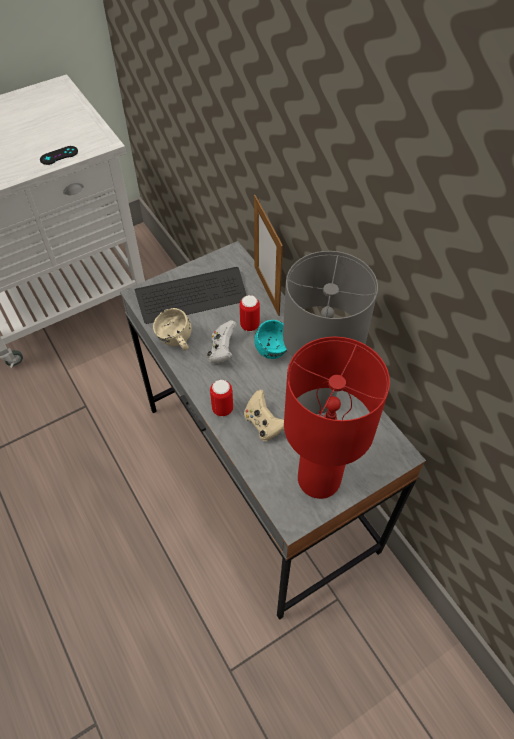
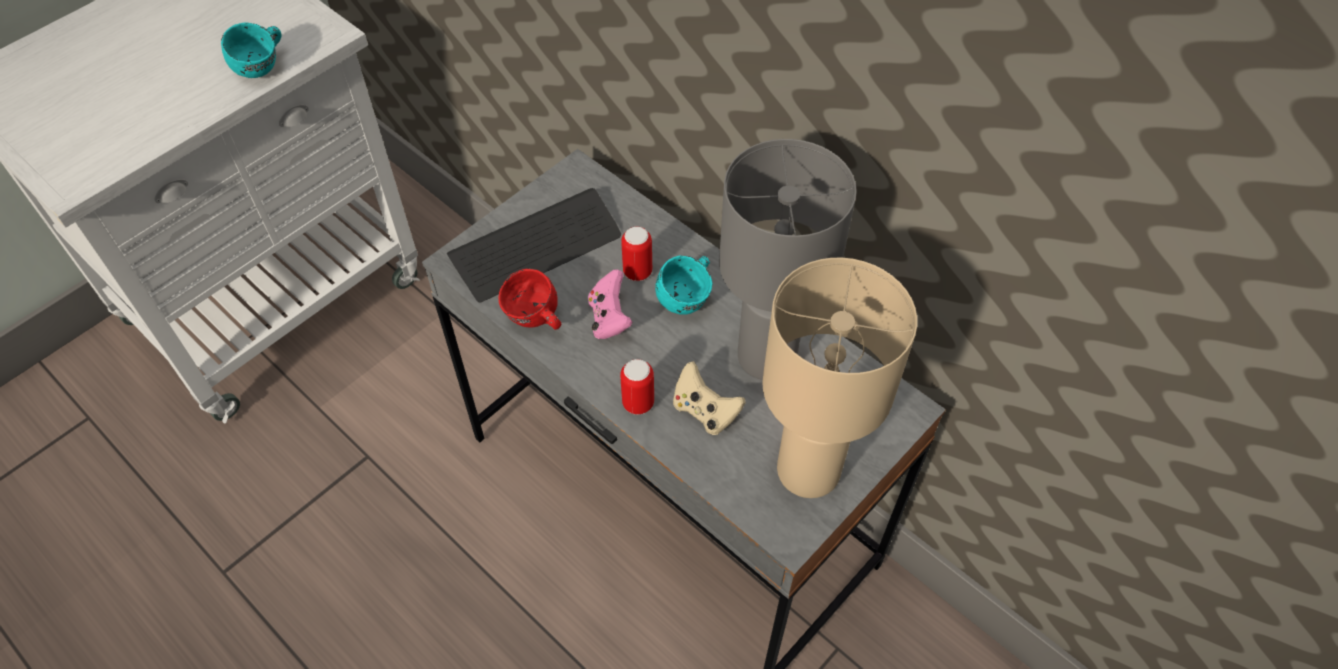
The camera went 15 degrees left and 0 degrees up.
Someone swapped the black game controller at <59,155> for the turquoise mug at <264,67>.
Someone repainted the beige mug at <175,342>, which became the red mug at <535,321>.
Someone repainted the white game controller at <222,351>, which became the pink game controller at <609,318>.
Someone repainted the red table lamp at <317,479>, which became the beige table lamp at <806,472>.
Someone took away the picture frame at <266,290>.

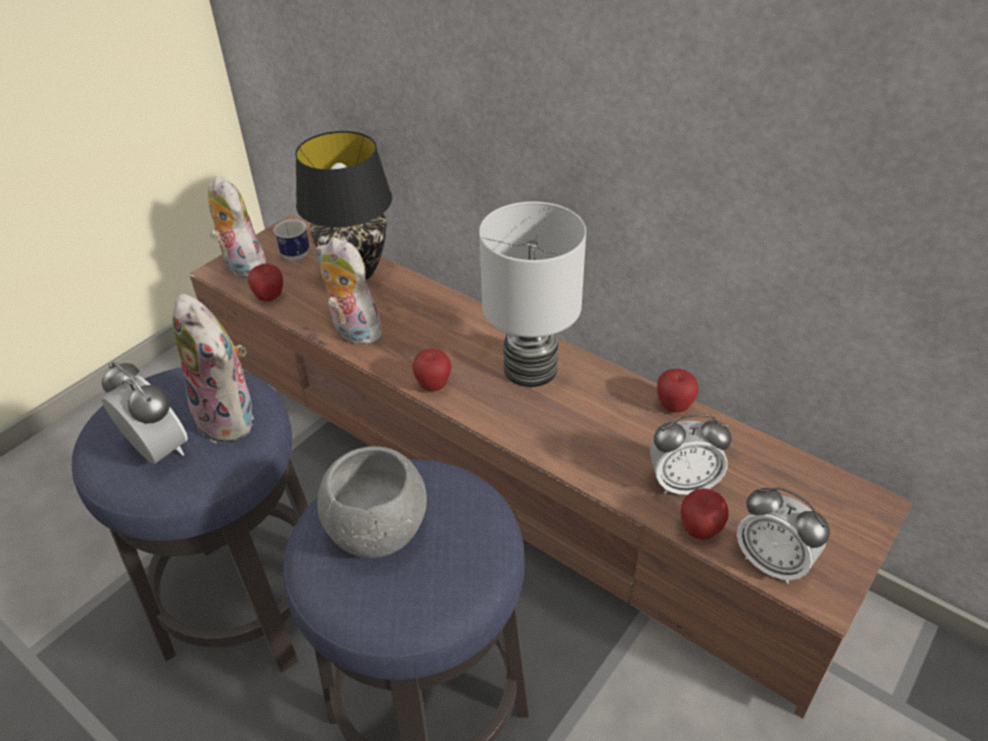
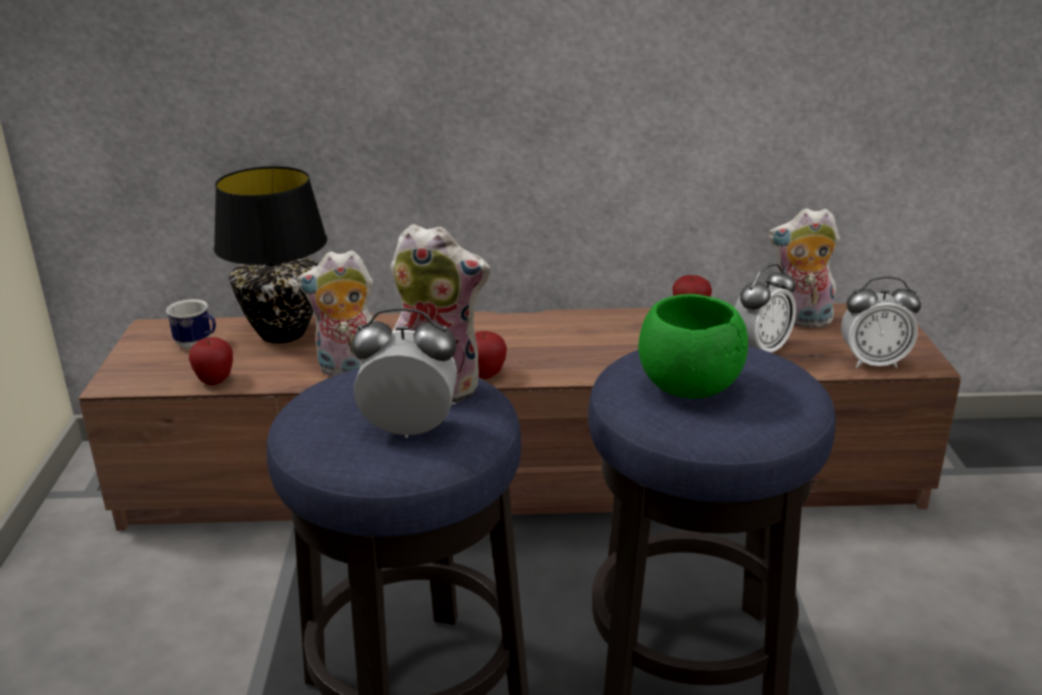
The camera went 40 degrees left and 15 degrees down.
Someone repainted the grey bowl at <379,530>, which became the green bowl at <689,386>.
Someone carried the plush toy from <242,266> to <799,321>.
Someone took away the grey table lamp at <530,369>.
Someone took away the apple at <700,530>.

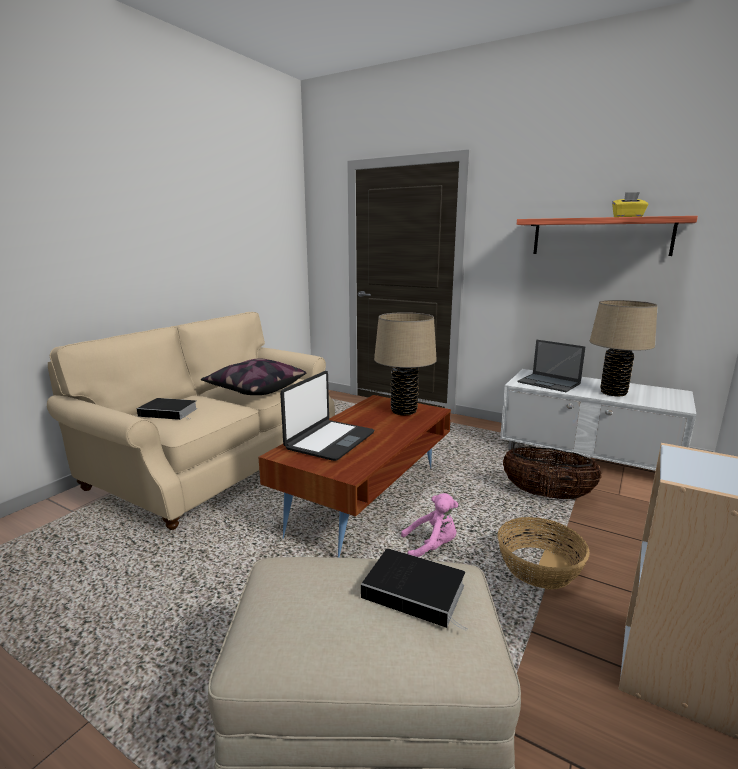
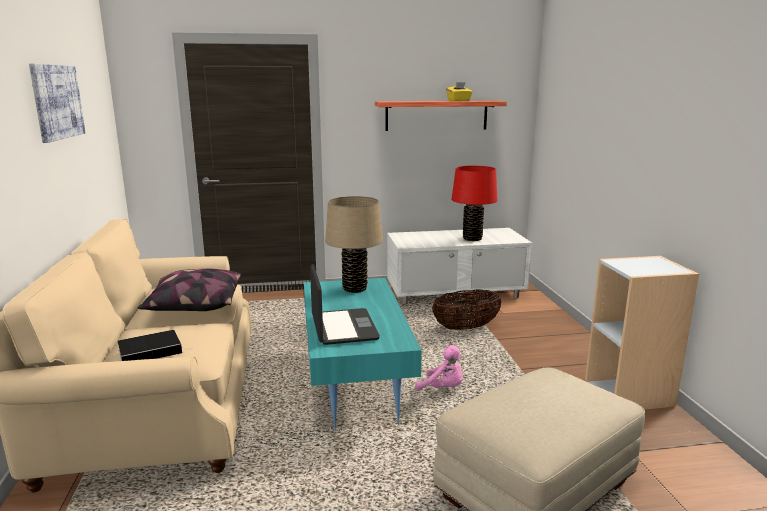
The camera went 40 degrees left and 0 degrees up.
Someone put up the picture at <57,102>.
Someone repainted the brown coffee table at <365,500>, which became the turquoise coffee table at <354,378>.
Someone rotated the pink plush toy at <431,546> by 75 degrees clockwise.
Someone repainted the beige table lamp at <613,393>, which became the red table lamp at <472,238>.
Someone took away the book at <417,591>.
Someone took away the basket at <539,567>.
Someone took away the laptop at <549,383>.

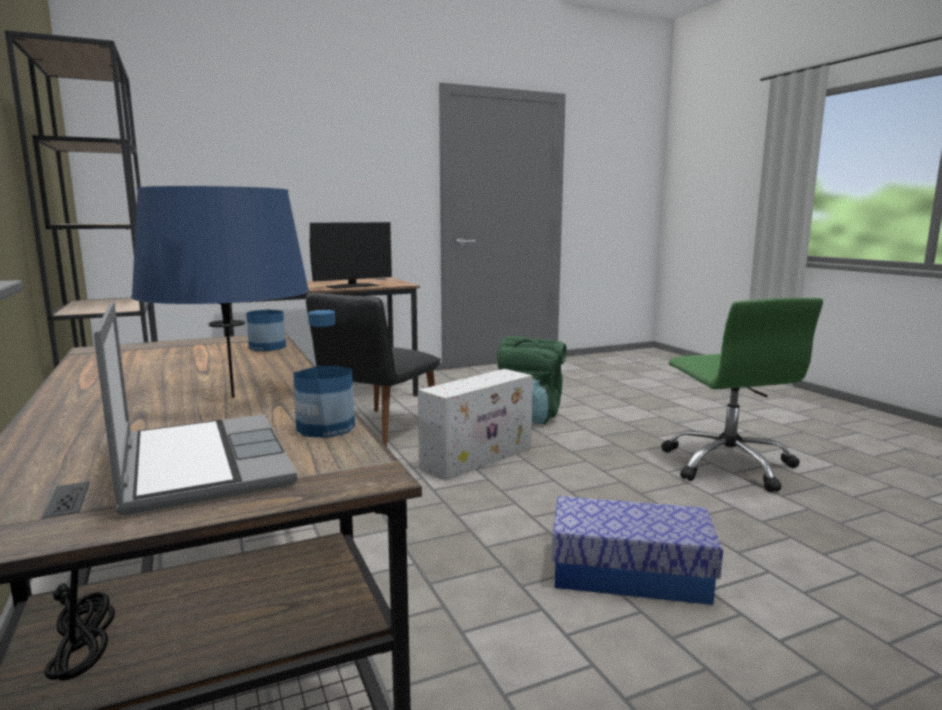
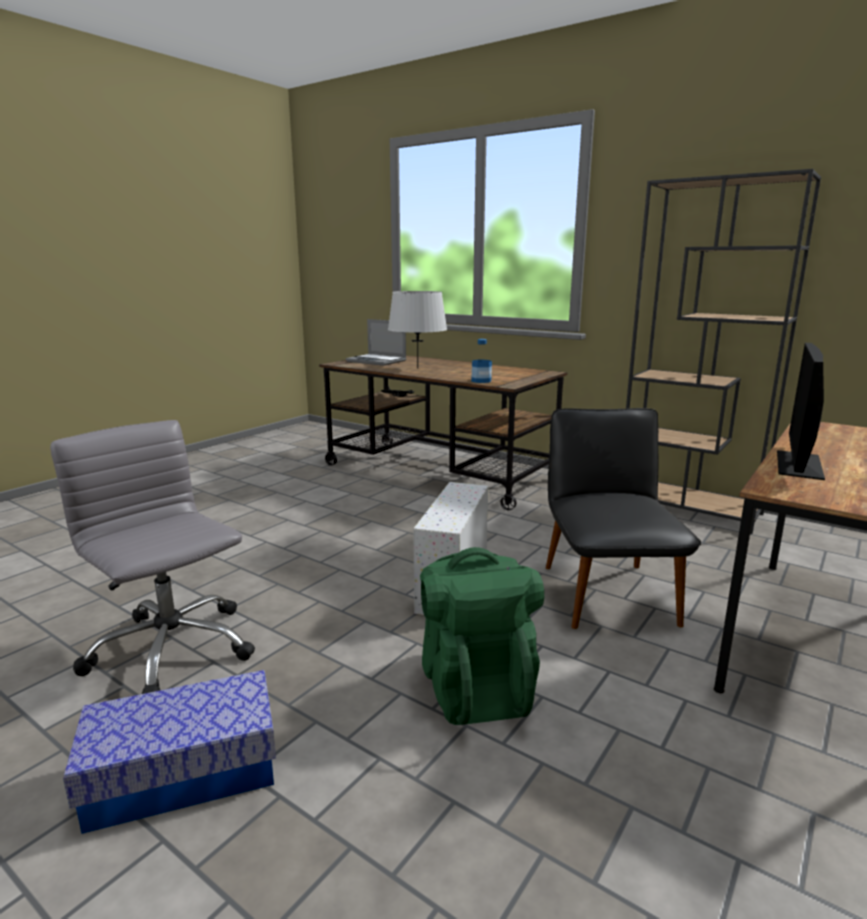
The camera went 150 degrees right and 5 degrees up.
Someone repainted the green office chair at <728,465>, which became the grey office chair at <171,649>.
Someone carried the storage box from <629,573> to <184,772>.
Someone repainted the blue table lamp at <234,397>, which became the grey table lamp at <417,368>.
Someone took away the bottle at <326,428>.

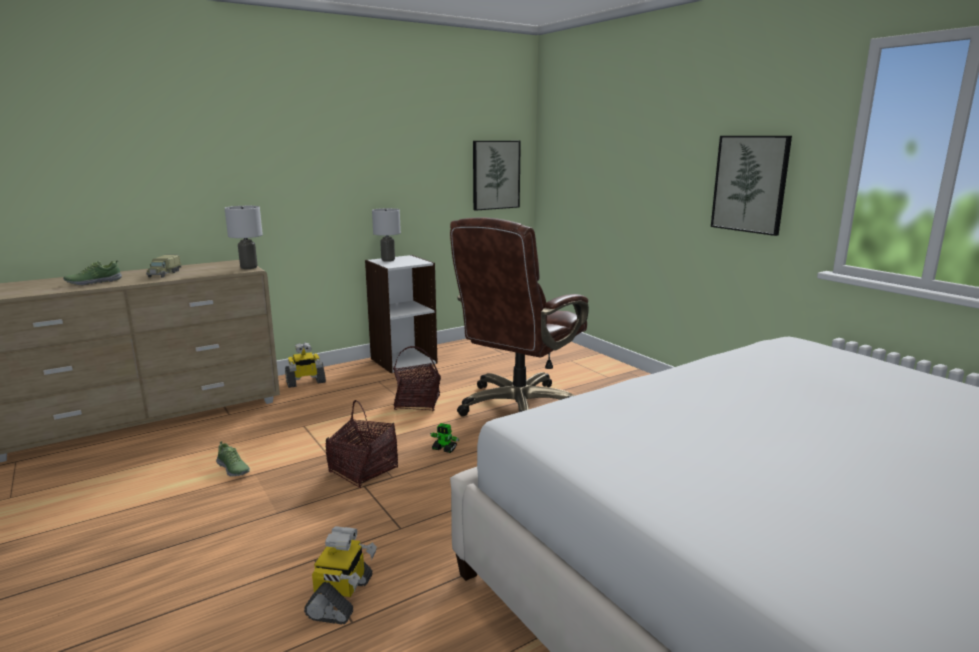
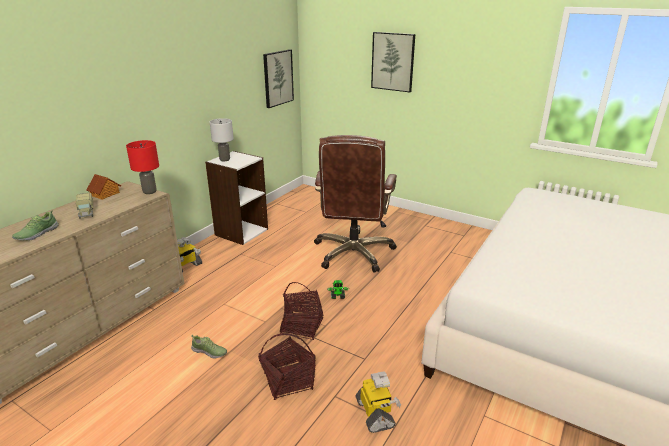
The camera went 25 degrees left and 10 degrees up.
Someone put down the toy house at <105,194>.
Someone repainted the white table lamp at <248,267>, which became the red table lamp at <149,192>.
Someone carried the basket from <417,403> to <288,381>.
Someone carried the picture from <750,184> to <393,61>.

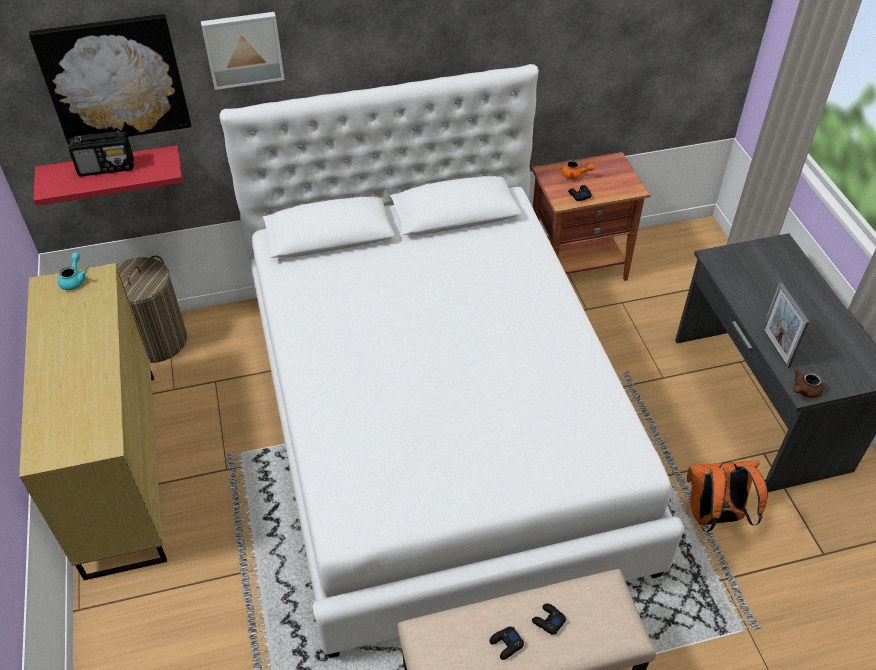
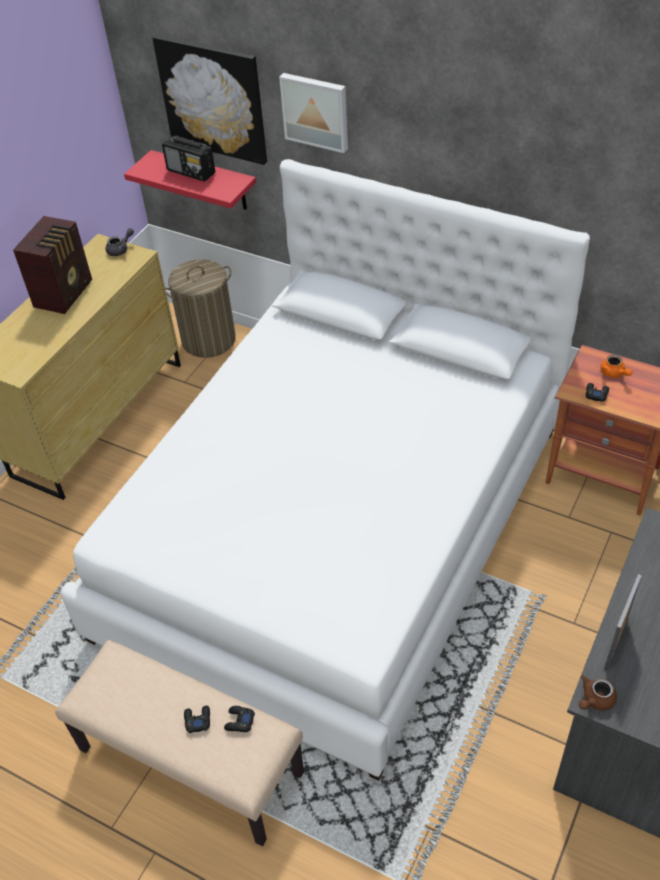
The camera went 45 degrees right and 0 degrees up.
Someone put down the radio at <65,293>.
Someone repainted the turquoise teapot at <74,279>, which became the grey teapot at <120,249>.
Someone carried the black game controller from <506,644> to <239,721>.
Someone rotated the brown teapot at <804,390> by 45 degrees counterclockwise.
Someone took away the orange backpack at <714,517>.

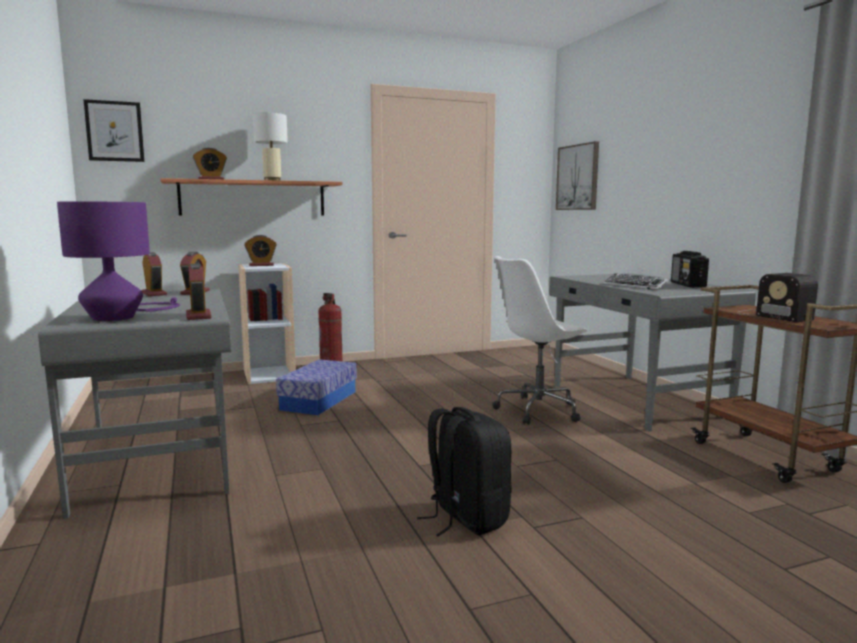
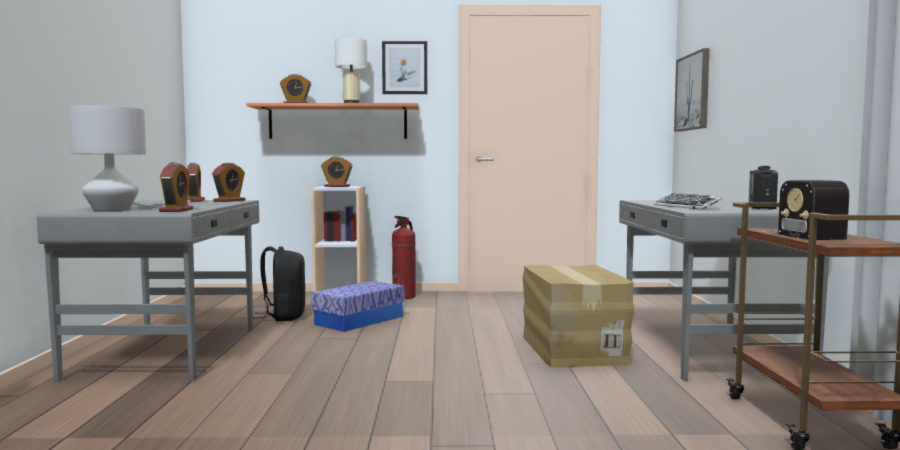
The camera went 20 degrees right and 5 degrees down.
Someone repainted the purple table lamp at <129,313>, which became the grey table lamp at <132,208>.
Someone carried the black backpack from <465,518> to <283,317>.
Someone carried the picture from <114,131> to <404,68>.
Someone swapped the white office chair at <536,411> for the cardboard box at <571,349>.

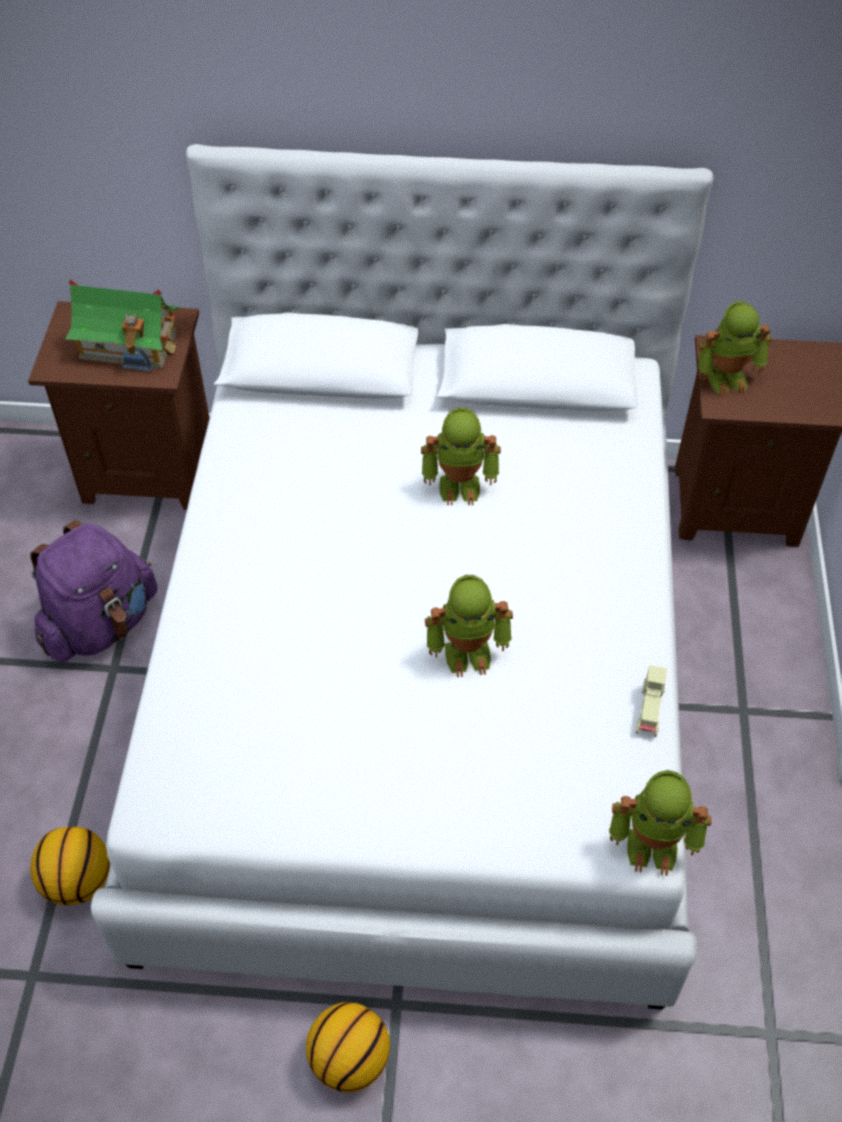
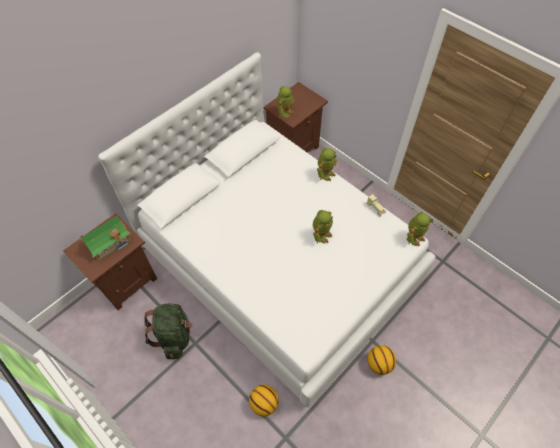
The camera went 50 degrees left and 5 degrees up.
Someone repainted the purple backpack at <101,624>, which became the green backpack at <174,336>.
Someone carried the toy robot from <460,485> to <325,173>.

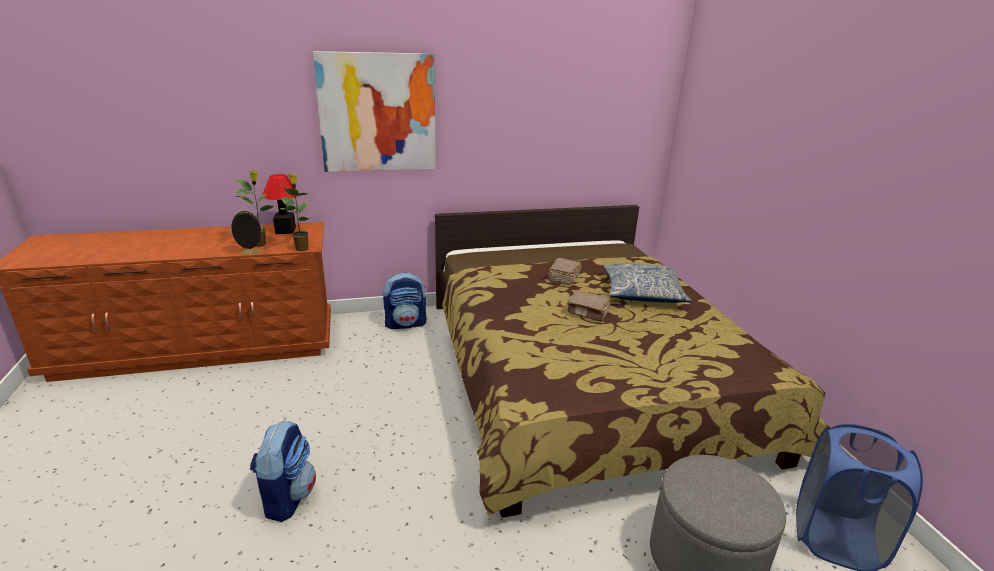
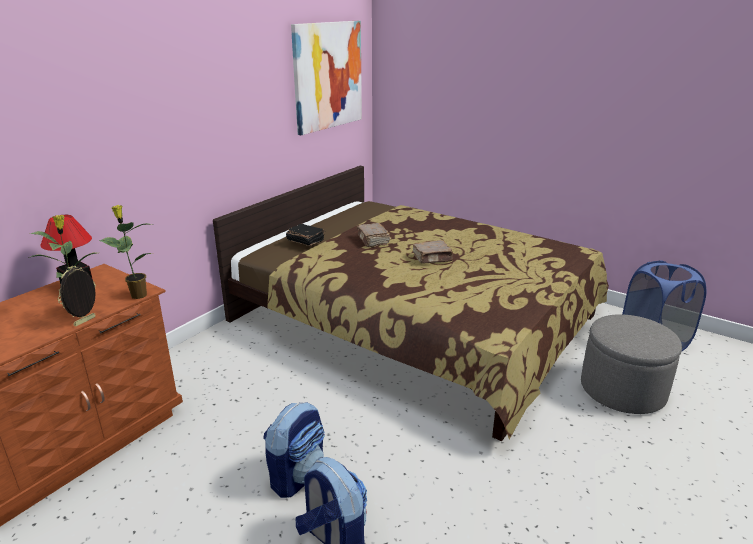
The camera went 40 degrees left and 0 degrees up.
Someone carried the backpack from <406,324> to <298,476>.
Someone put down the black book at <305,241>.
Someone carried the picture from <378,113> to <328,76>.
Someone took away the pillow at <642,293>.

